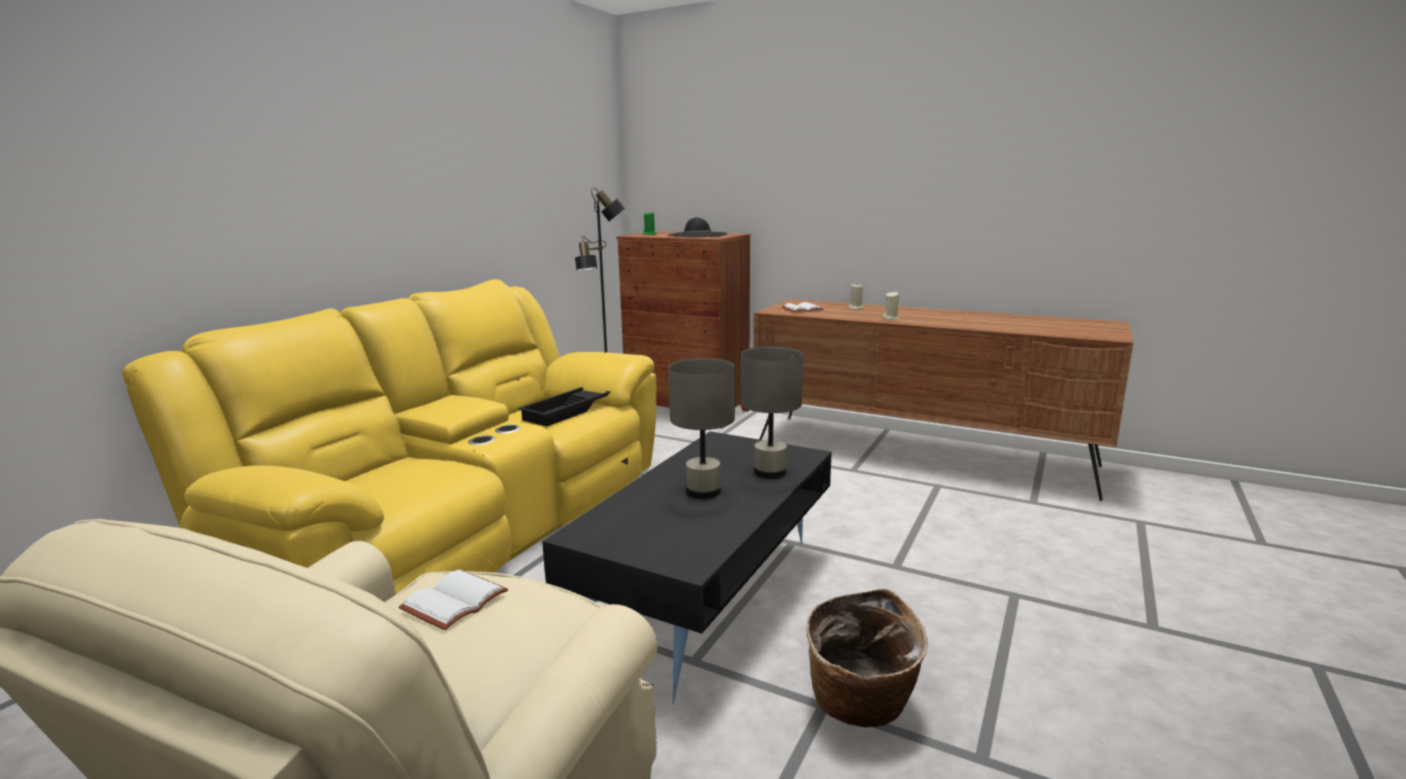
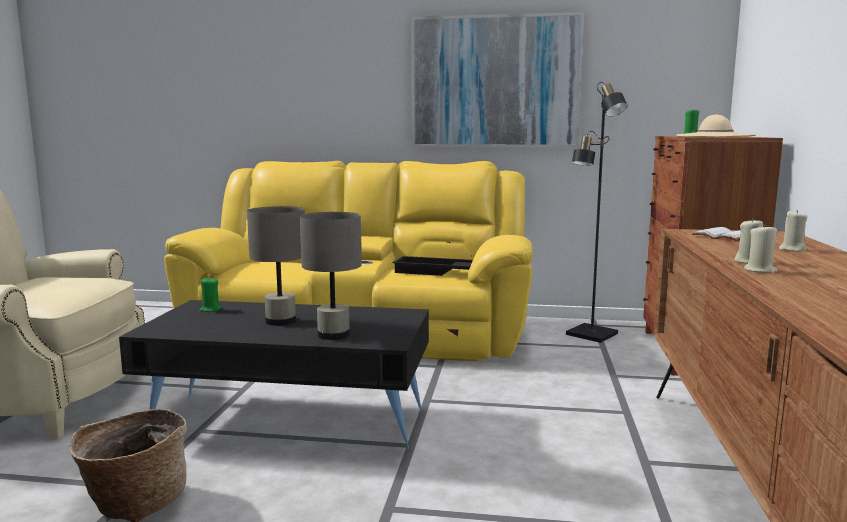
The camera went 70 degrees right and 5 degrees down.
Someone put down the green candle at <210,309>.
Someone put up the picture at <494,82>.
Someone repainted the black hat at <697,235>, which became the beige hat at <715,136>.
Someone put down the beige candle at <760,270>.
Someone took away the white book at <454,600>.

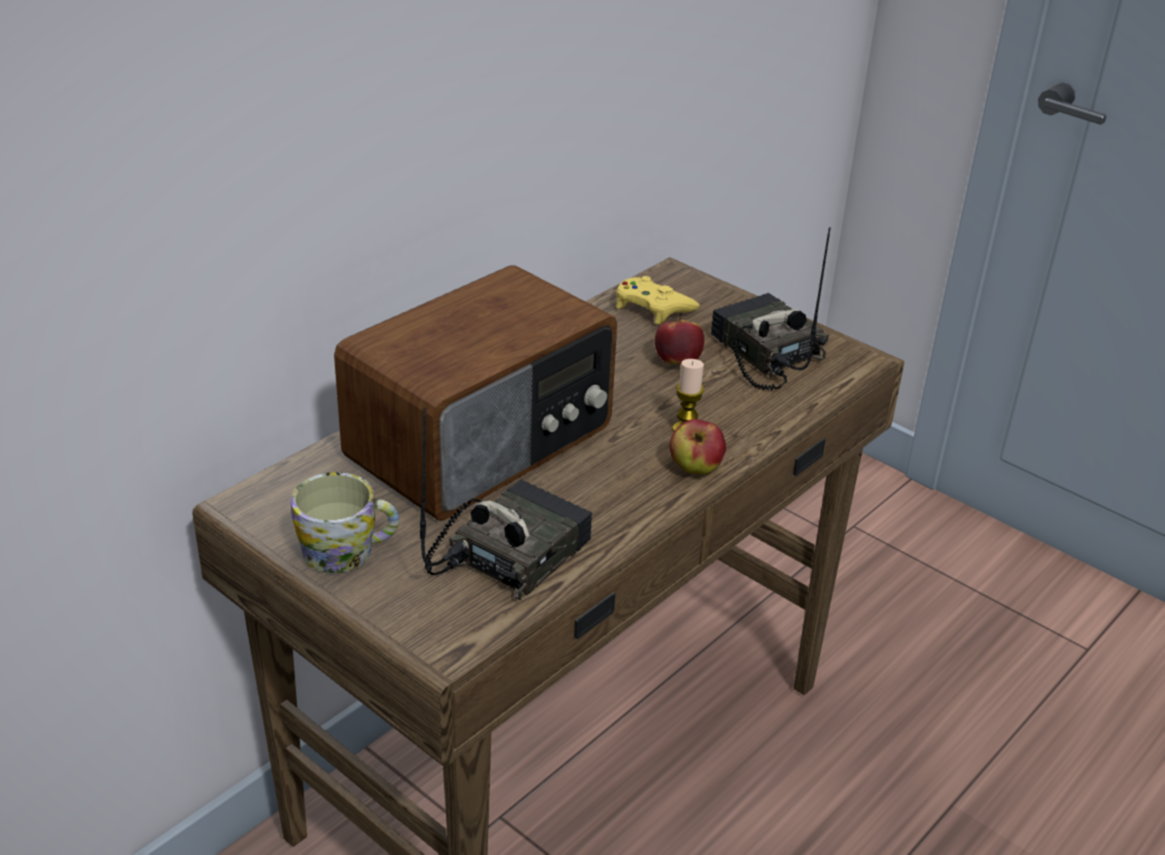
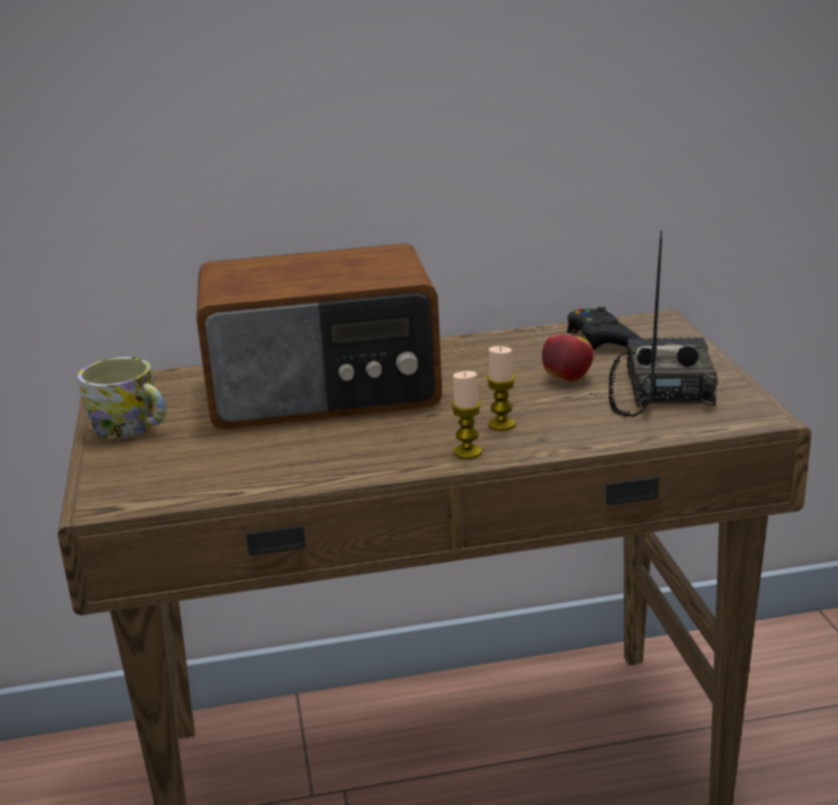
The camera went 40 degrees right and 10 degrees down.
Someone swapped the apple at <695,469> for the candle at <467,452>.
Someone repainted the yellow game controller at <652,307>, which became the black game controller at <603,339>.
Someone took away the radio at <507,552>.

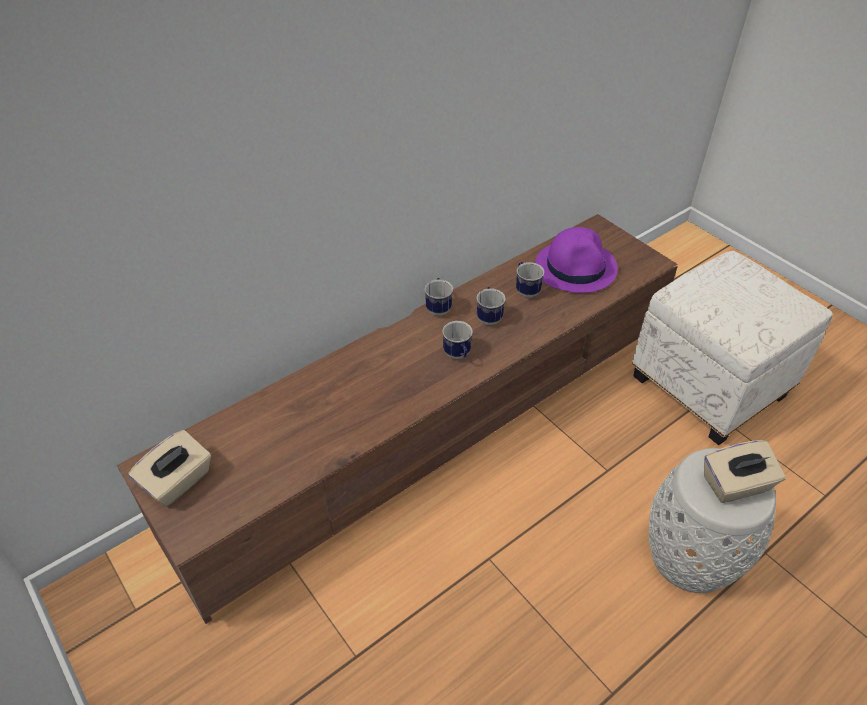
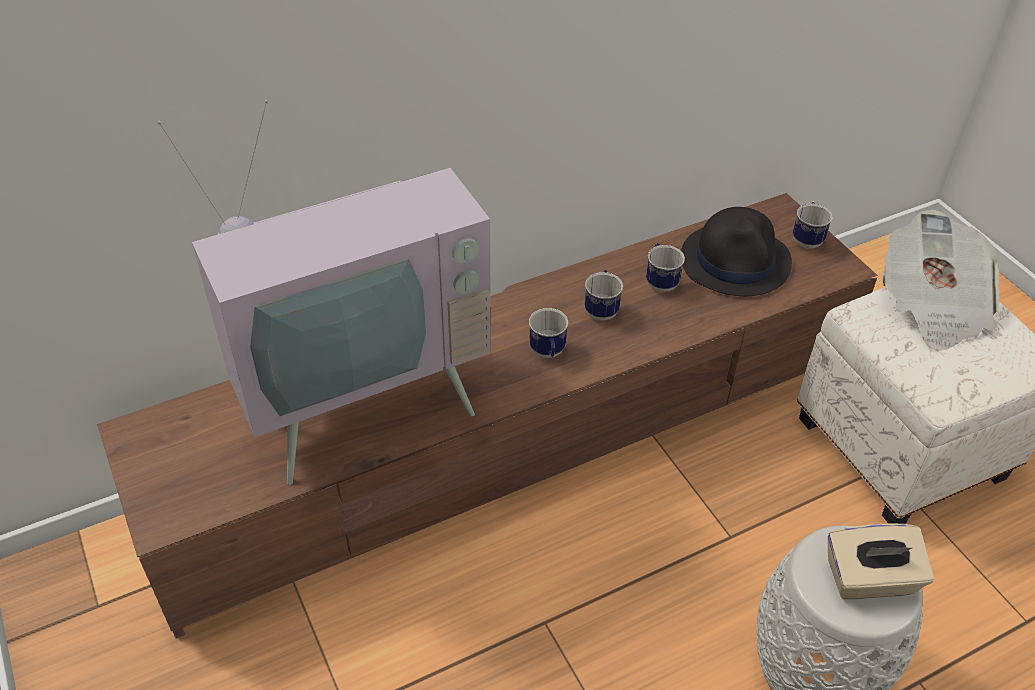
The camera went 10 degrees right and 0 degrees up.
Someone put down the television at <362,404>.
Someone repainted the purple hat at <576,267>, which became the black hat at <736,261>.
Someone carried the mug from <438,307> to <806,239>.
Someone put down the newspaper at <932,306>.
Someone took away the beige tissue box at <178,482>.

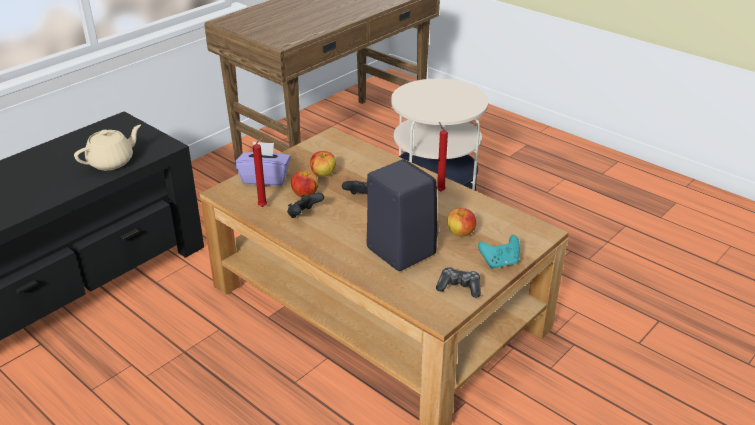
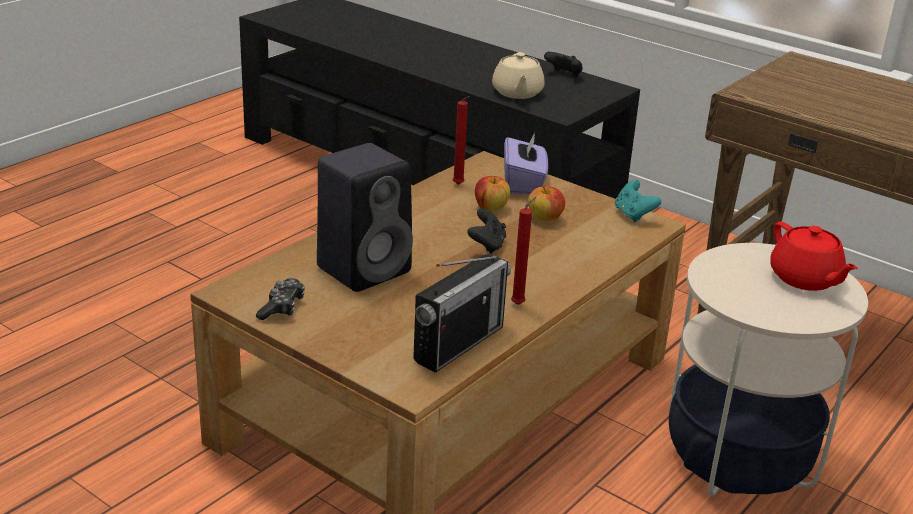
The camera went 85 degrees right and 5 degrees down.
Someone put down the radio at <459,344>.
Someone rotated the beige teapot at <112,162> by 45 degrees clockwise.
Someone carried the black game controller from <304,215> to <564,75>.
Someone carried the turquoise game controller from <500,262> to <633,215>.
Someone put down the red teapot at <805,279>.
Someone took away the apple at <460,233>.

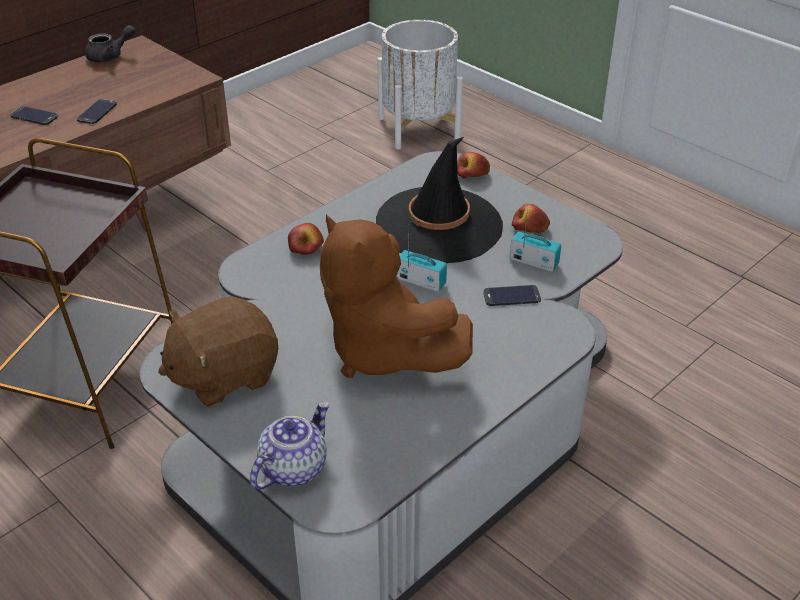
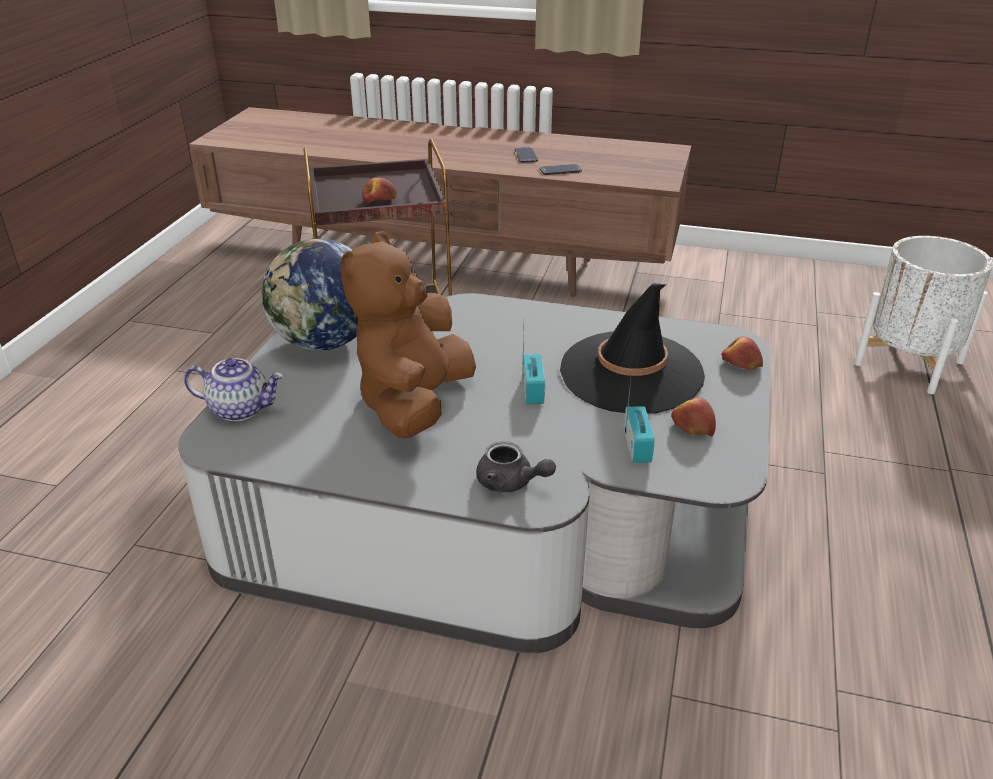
The camera went 60 degrees right and 5 degrees down.
Someone swapped the brown plush toy at <223,375> for the globe at <325,342>.
Someone carried the apple from <306,247> to <380,201>.
Someone carried the grey teapot from <110,56> to <511,483>.
Someone took away the phone at <511,296>.

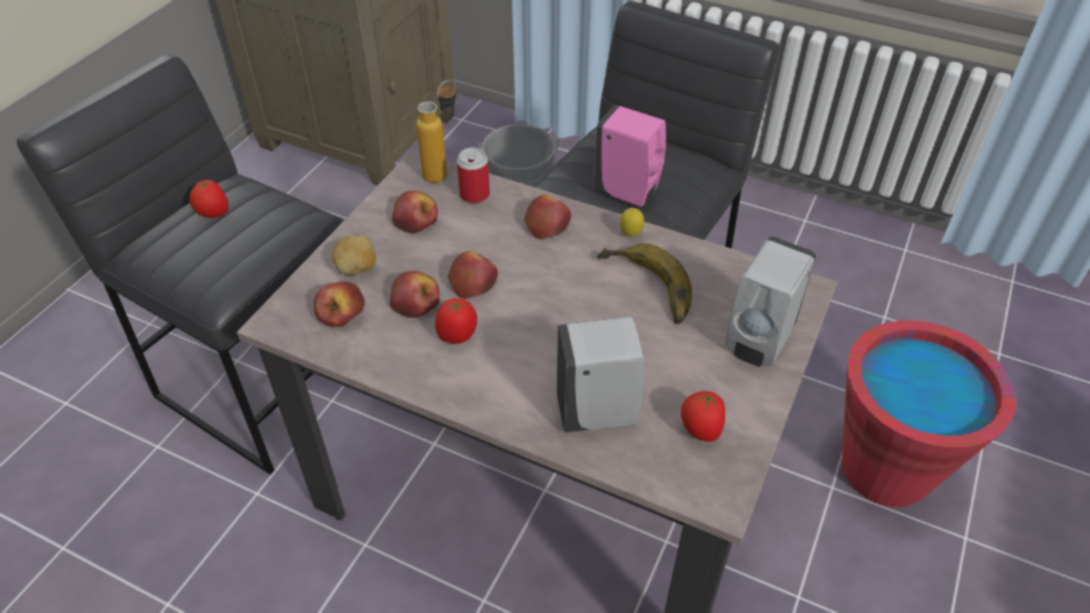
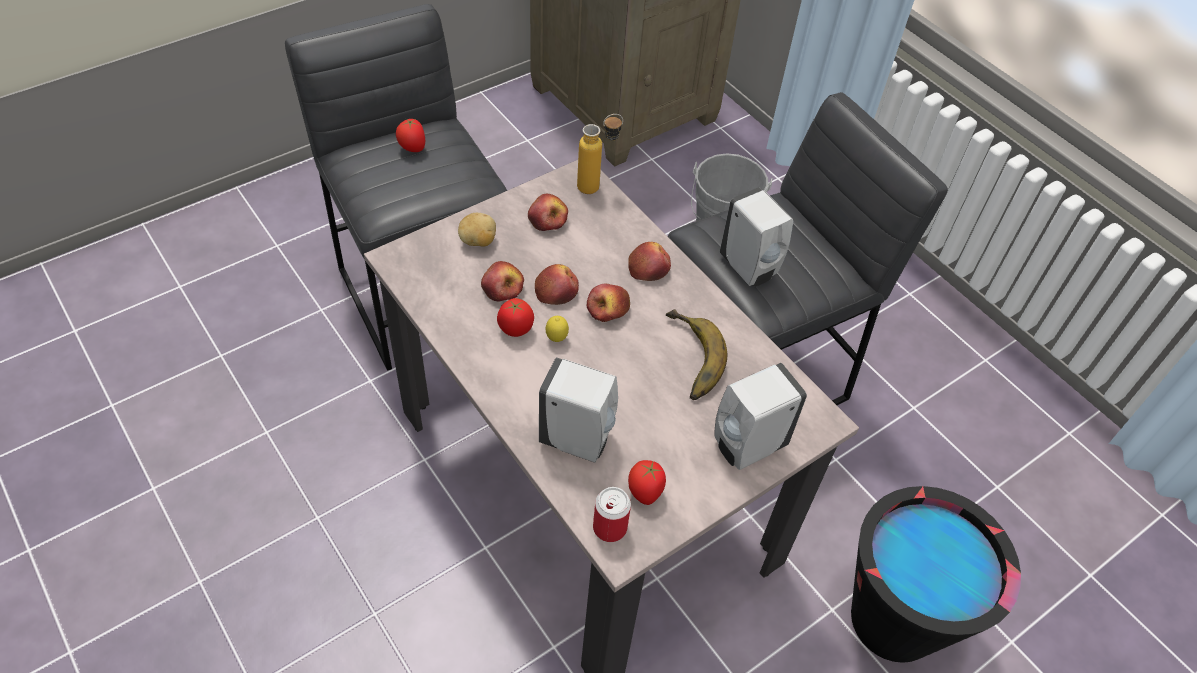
The camera went 25 degrees right and 5 degrees up.
Someone carried the lemon from <630,235> to <556,339>.
Someone carried the apple from <342,313> to <608,310>.
Someone carried the can from <474,195> to <610,527>.
Someone repainted the pink soap dispenser at <629,193>, which became the white soap dispenser at <749,269>.
Someone repainted the red bucket at <885,469>, which became the black bucket at <894,620>.

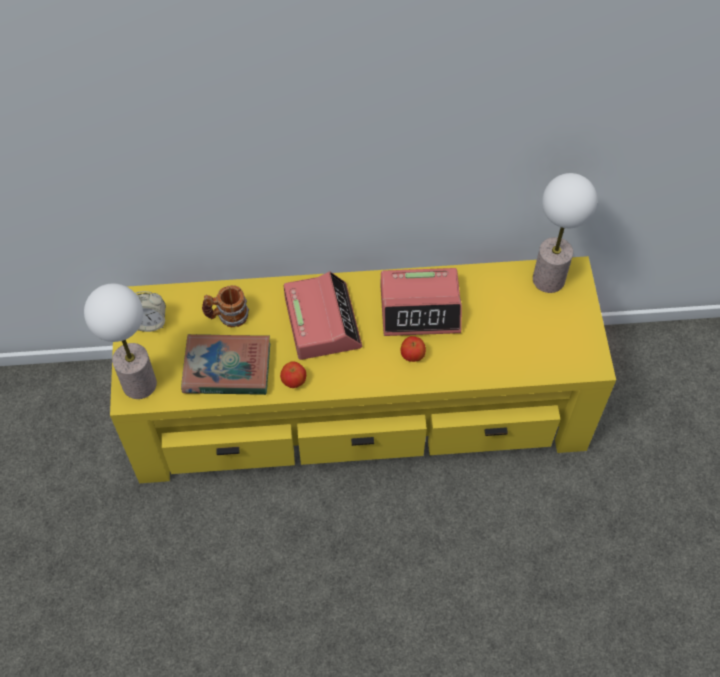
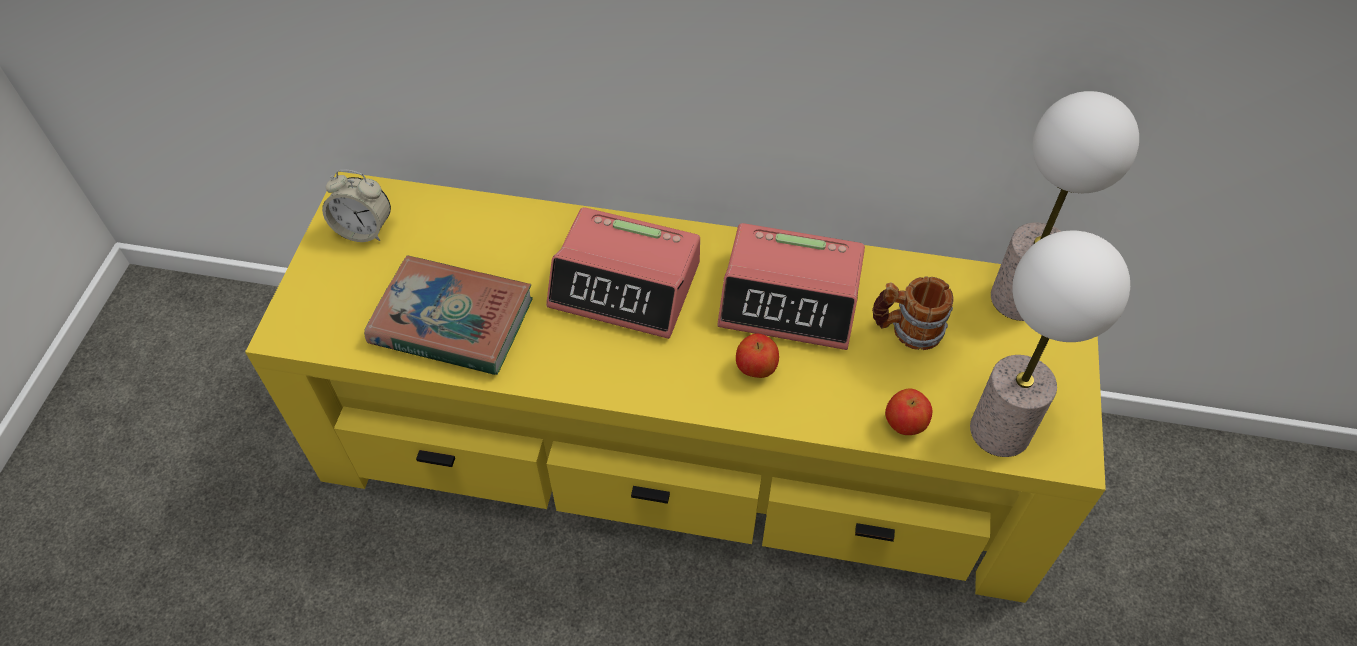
The camera went 15 degrees right and 5 degrees down.
Someone rotated the alarm clock at <322,322> by 105 degrees clockwise.
Someone carried the mug from <227,316> to <906,329>.
Someone carried the apple from <293,381> to <904,424>.
Someone carried the table lamp from <139,384> to <999,431>.

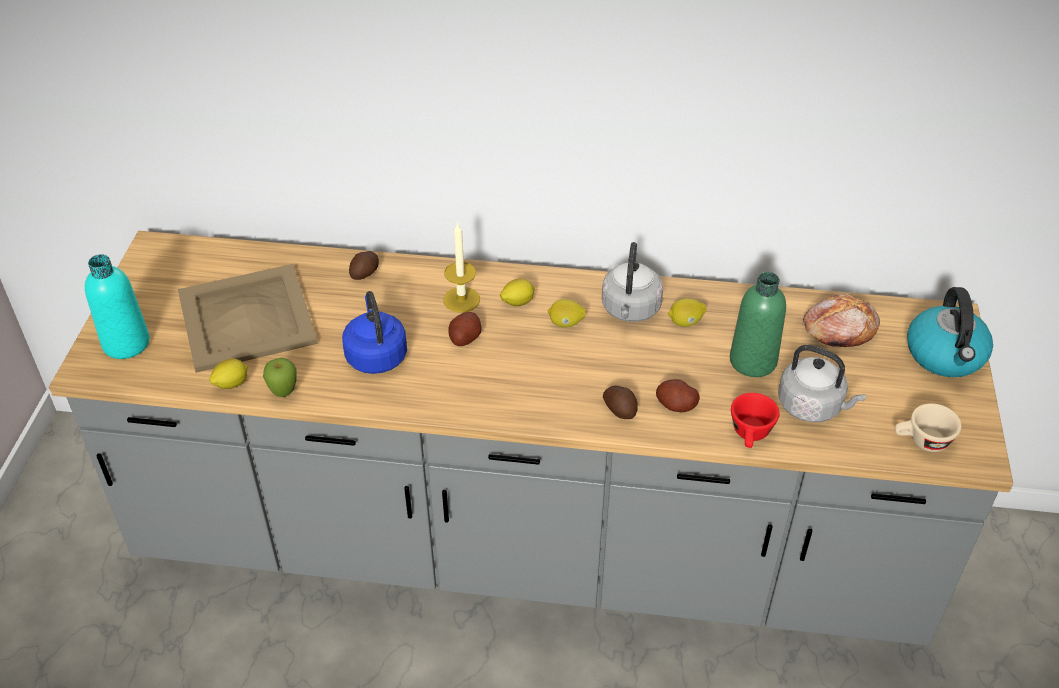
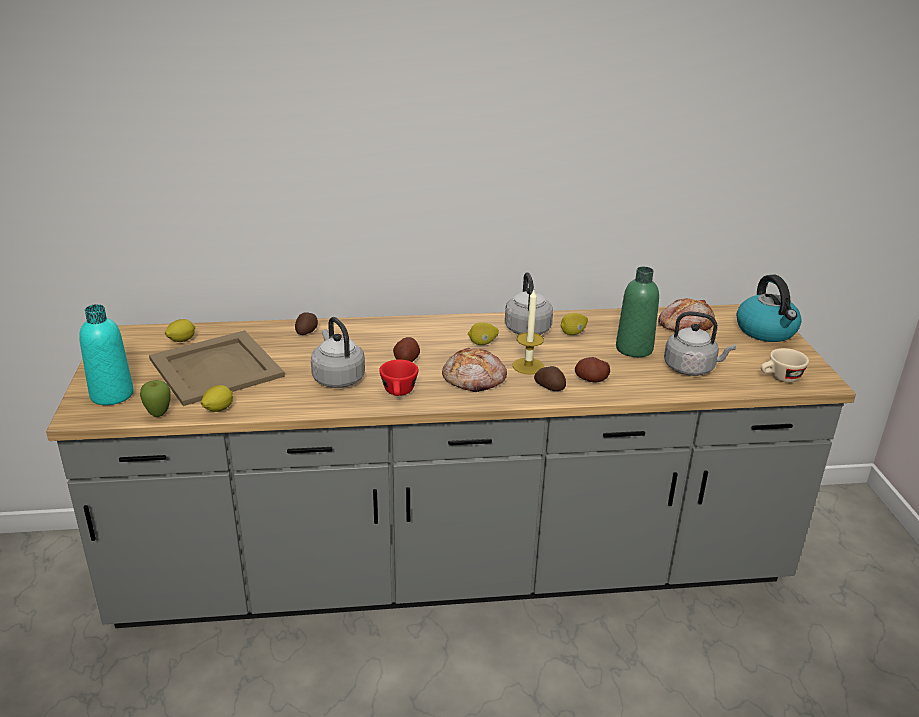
The camera went 15 degrees left and 15 degrees down.
Someone carried the apple from <284,393> to <159,415>.
Someone carried the lemon from <517,302> to <181,340>.
Someone repainted the blue kettle at <376,355>, which became the grey kettle at <337,377>.
Someone carried the red cup from <751,435> to <399,393>.
Someone put down the bread at <475,379>.
Someone carried the candle from <461,299> to <528,366>.

